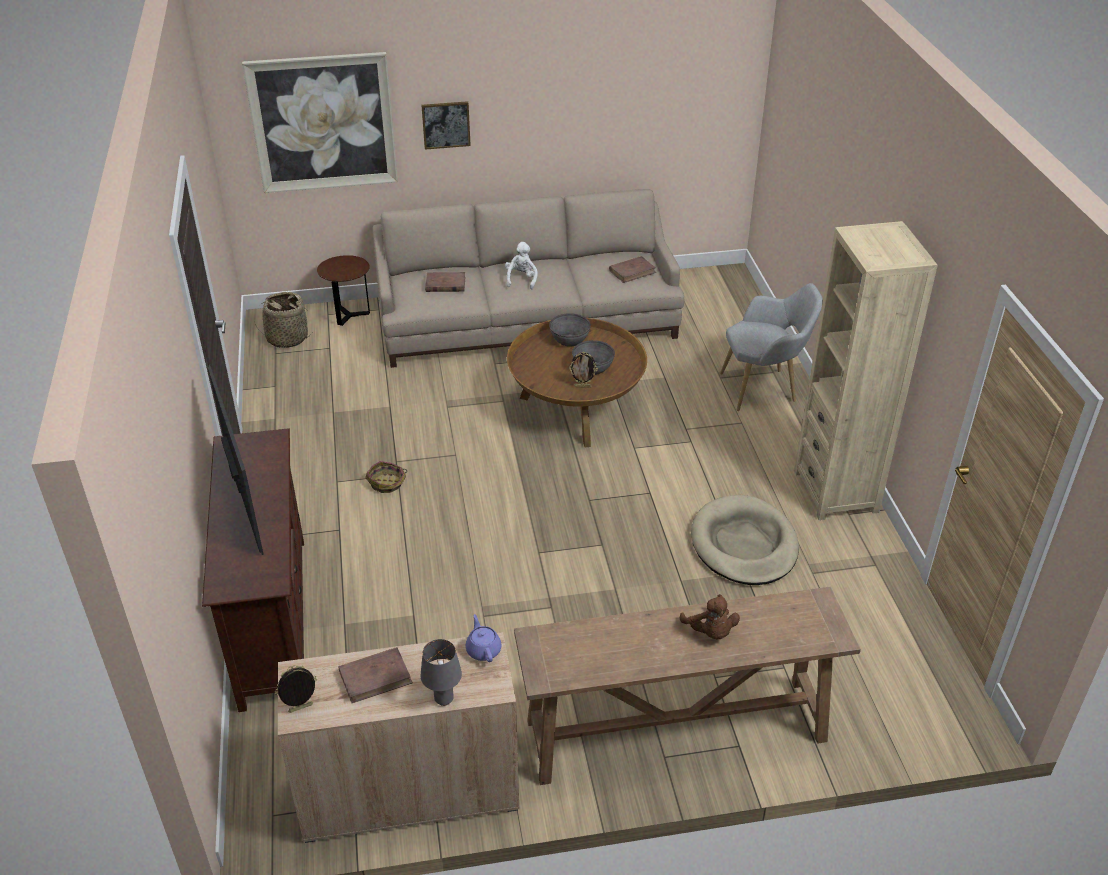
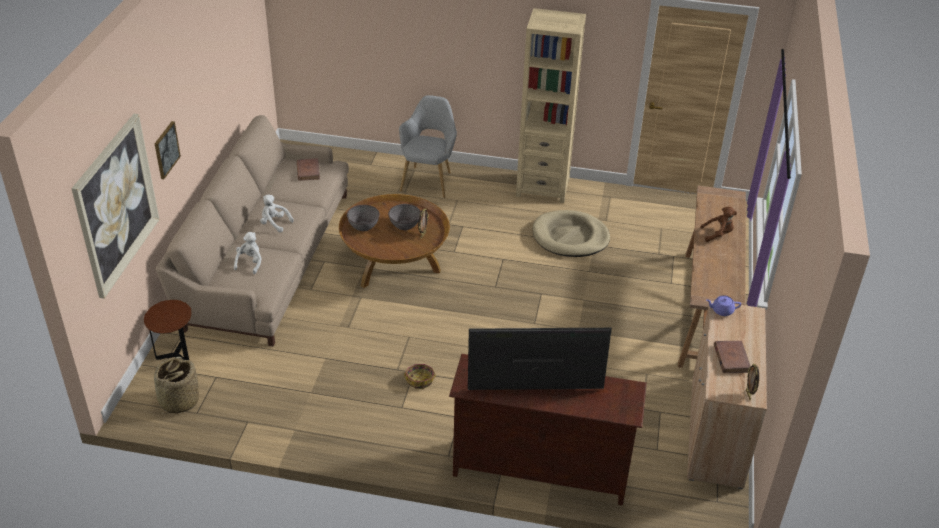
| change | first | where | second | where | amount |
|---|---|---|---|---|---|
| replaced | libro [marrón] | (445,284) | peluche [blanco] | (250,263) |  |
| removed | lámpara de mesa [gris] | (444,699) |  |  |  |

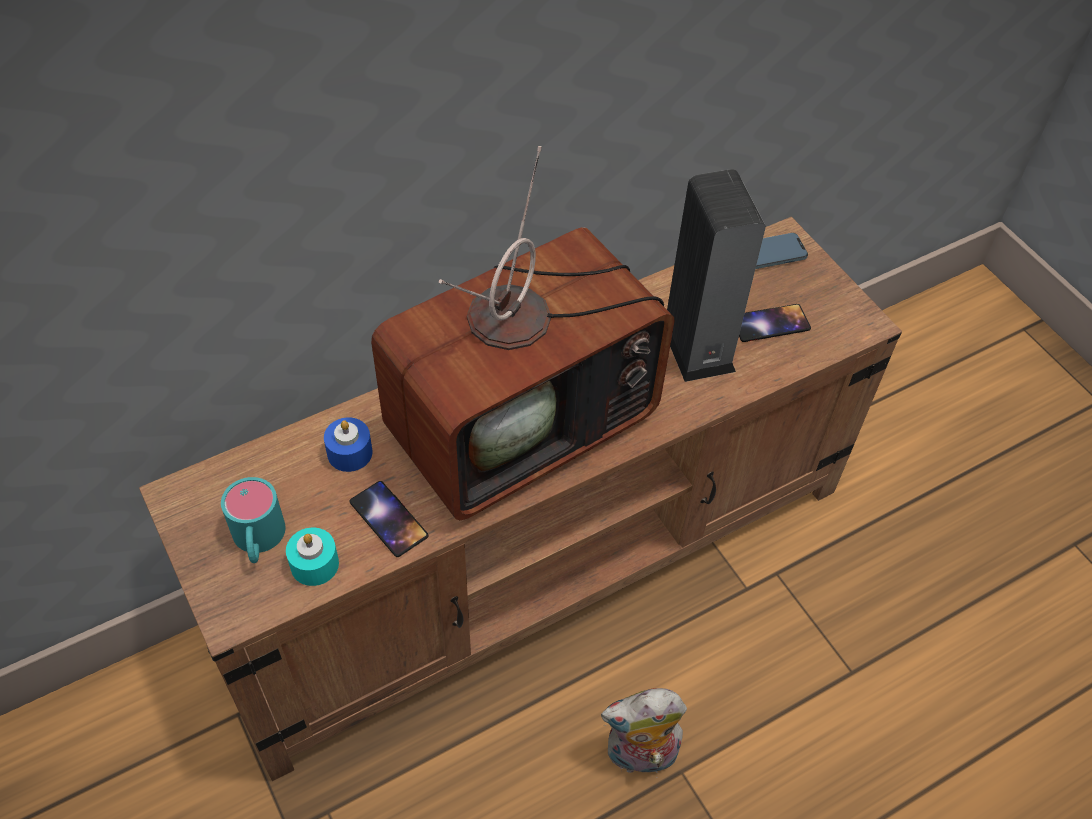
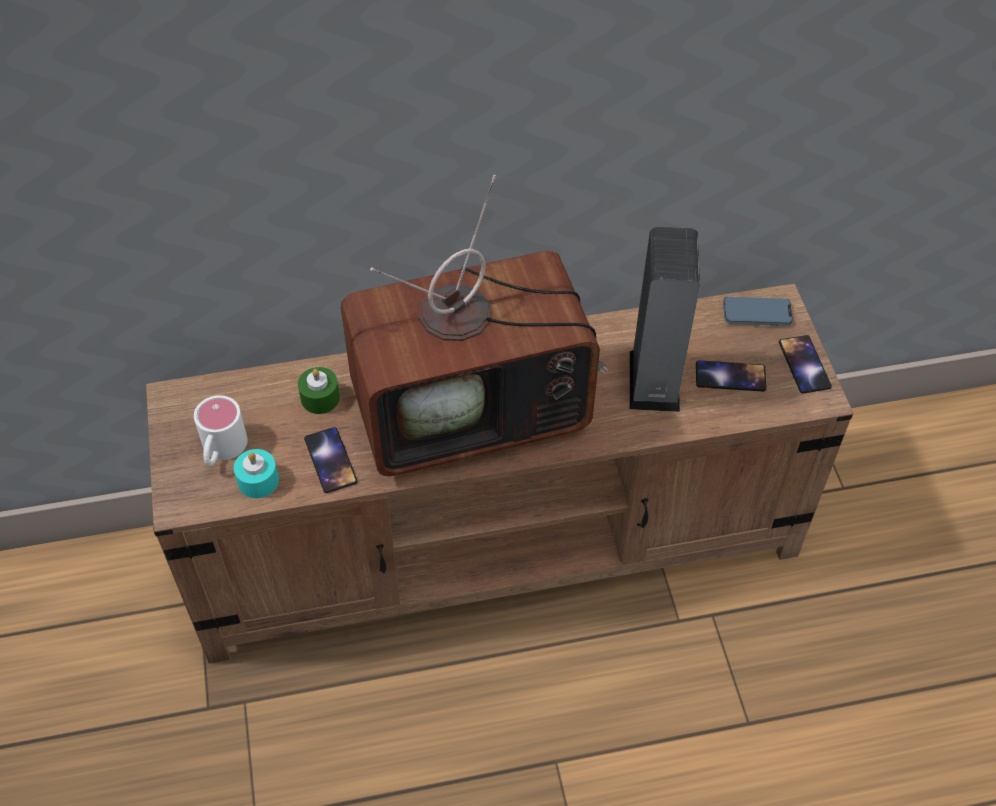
| change | first | where | second | where | amount |
|---|---|---|---|---|---|
| recoloured | vela [azul] | (350,453) | vela [verde] | (320,398) |  |
| recoloured | taza grande [turquesa] | (258,541) | taza grande [blanco] | (221,450) |  |
| removed | peluche | (640,756) |  |  |  |
| added |  |  | móvil | (804,364) |  |

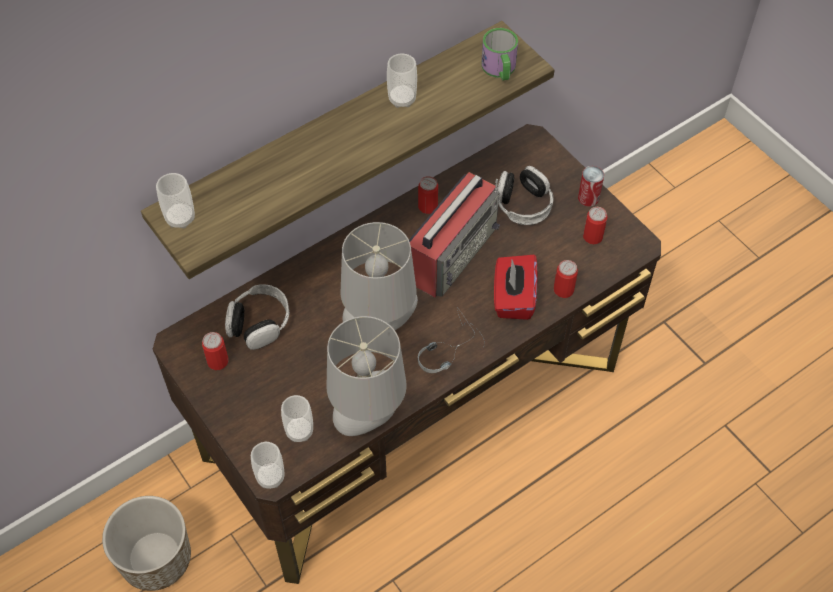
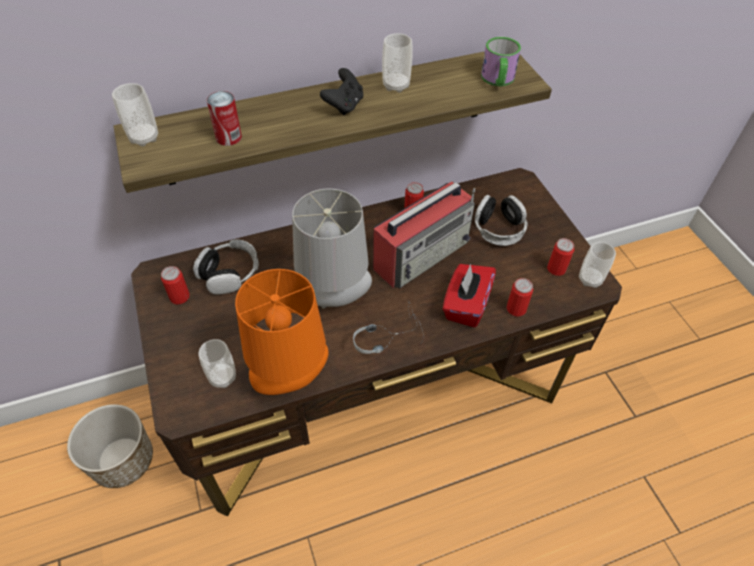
| change | first | where | second | where | amount |
|---|---|---|---|---|---|
| moved | lata | (588,198) |  | (228,137) |  |
| recoloured | lámpara de mesa [gris] | (368,418) | lámpara de mesa [naranja] | (291,382) |  |
| moved | taza | (270,477) |  | (590,279) |  |
| added |  |  | mando de consola [negro] | (344,105) |  |

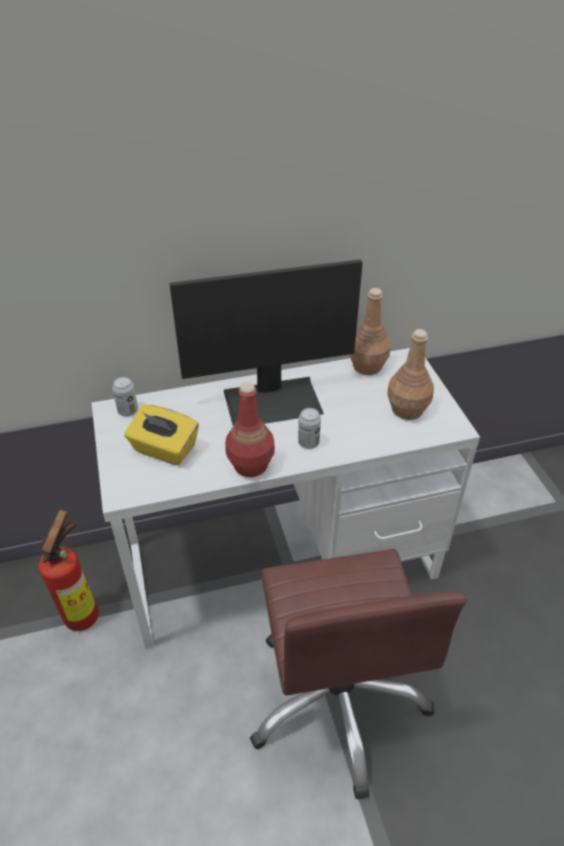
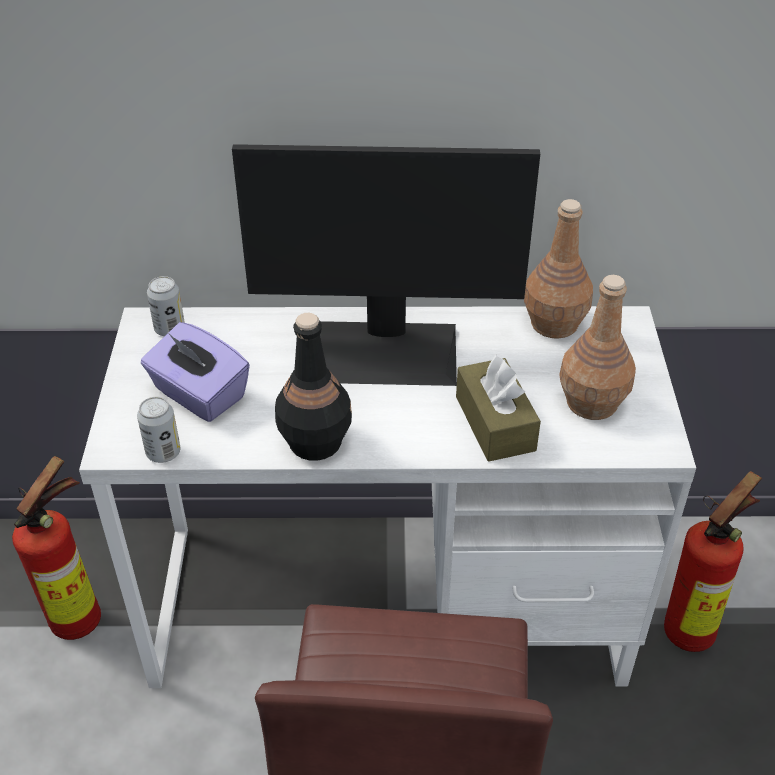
| change | first | where | second | where | amount |
|---|---|---|---|---|---|
| recoloured | botella [rojo] | (250,464) | botella [negro] | (315,441) |  |
| recoloured | caja de pañuelos [amarillo] | (164,449) | caja de pañuelos [morado] | (199,395) |  |
| moved | lata | (308,443) |  | (163,452) |  |
| added |  |  | caja de pañuelos [marrón] | (495,423) |  |
| added |  |  | extintor | (694,628) |  |

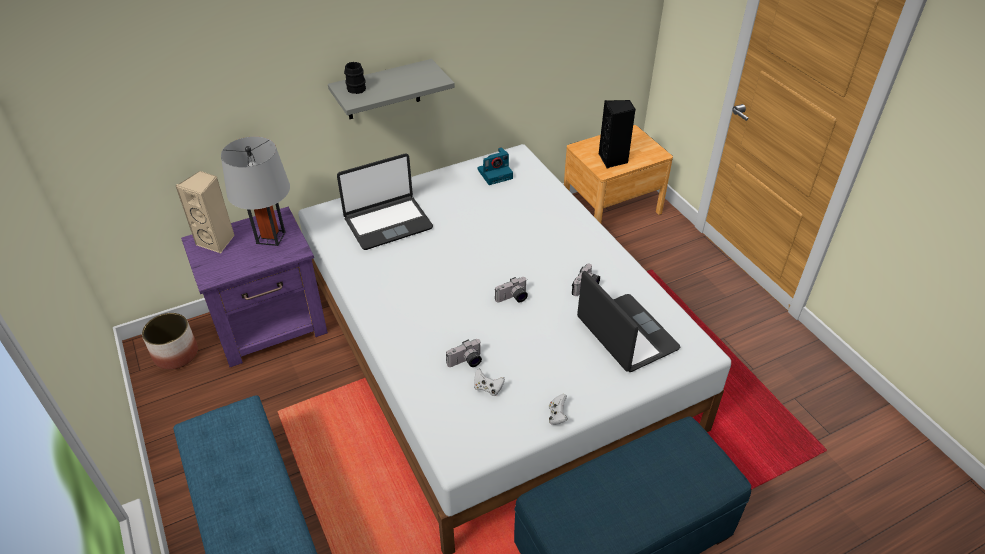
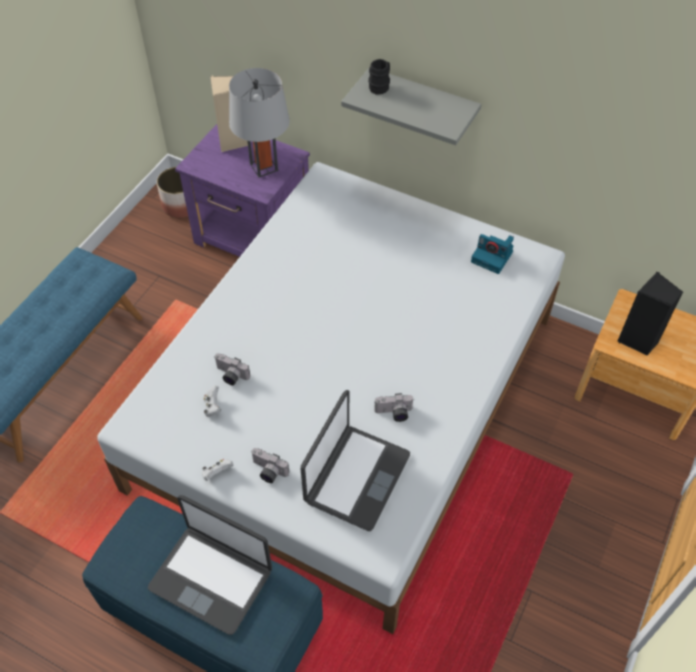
| change | first | where | second | where | amount |
|---|---|---|---|---|---|
| moved | portátil | (388,223) |  | (212,578) |  |
| moved | cámara | (513,298) |  | (268,472) |  |

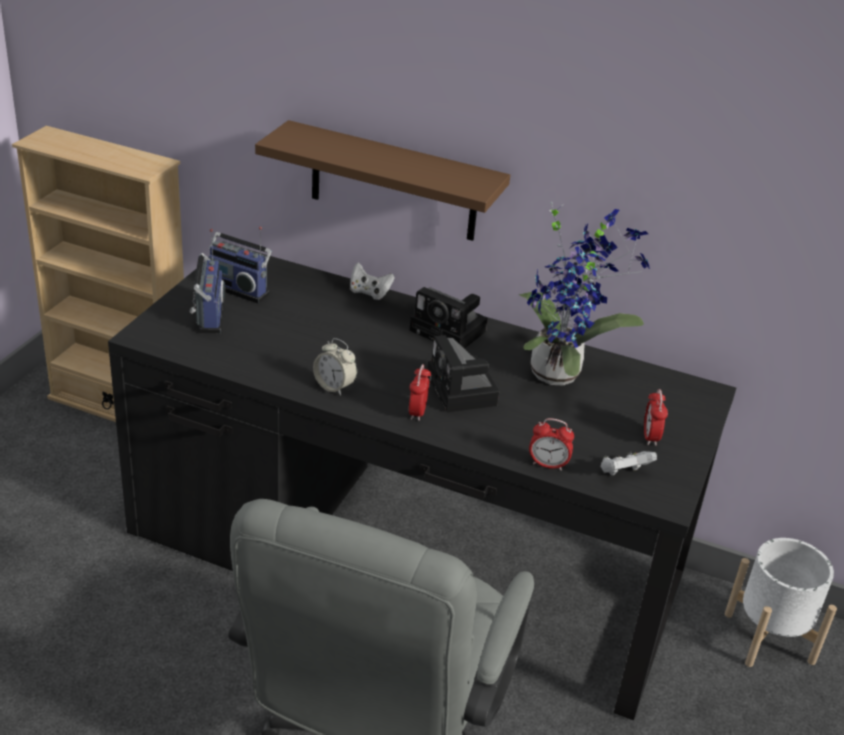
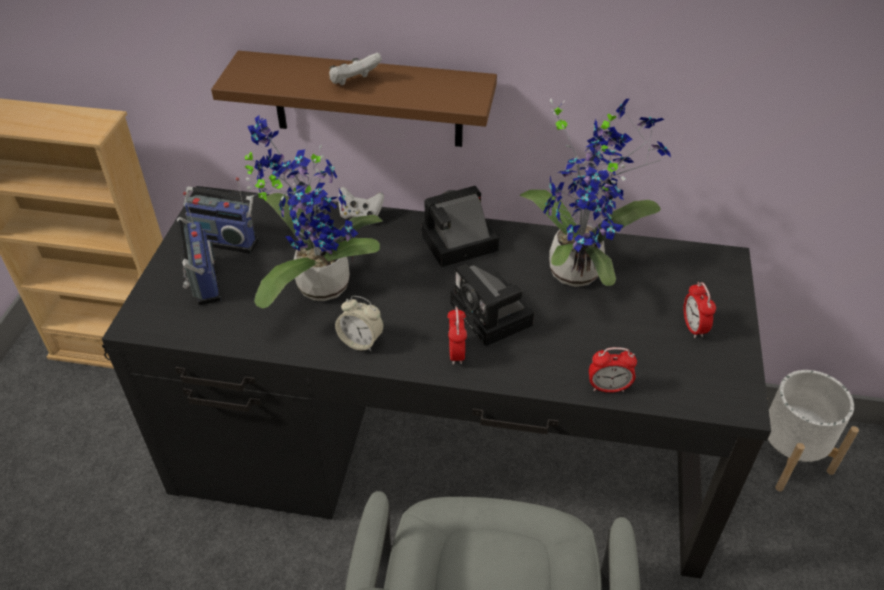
| change | first | where | second | where | amount |
|---|---|---|---|---|---|
| turned | cámara | (451,332) |  | (456,244) | 135 degrees clockwise |
| moved | mando de consola [blanco] | (623,473) |  | (354,82) |  |
| added |  |  | planta en maceta | (317,283) |  |

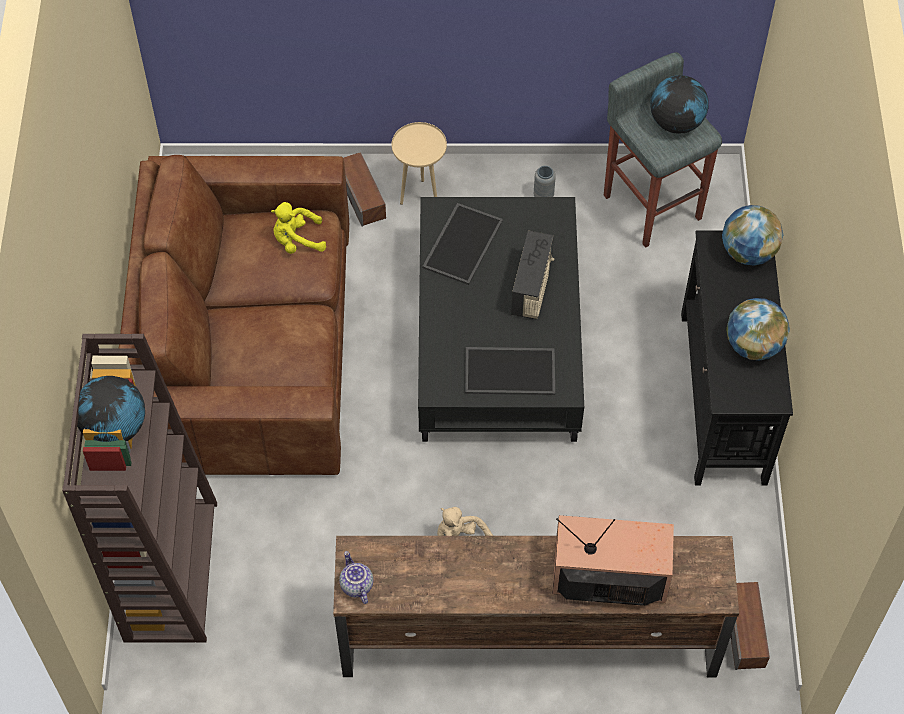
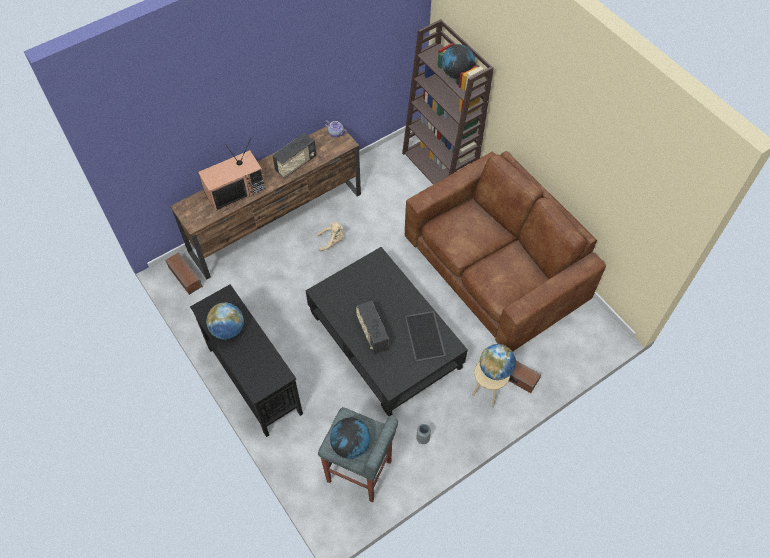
| change | first | where | second | where | amount |
|---|---|---|---|---|---|
| removed | peluche [amarillo] | (297,240) |  |  |  |
| moved | globo terráqueo | (747,252) |  | (495,369) |  |
| removed | bandeja | (511,370) |  |  |  |
| added |  |  | radio | (296,164) |  |

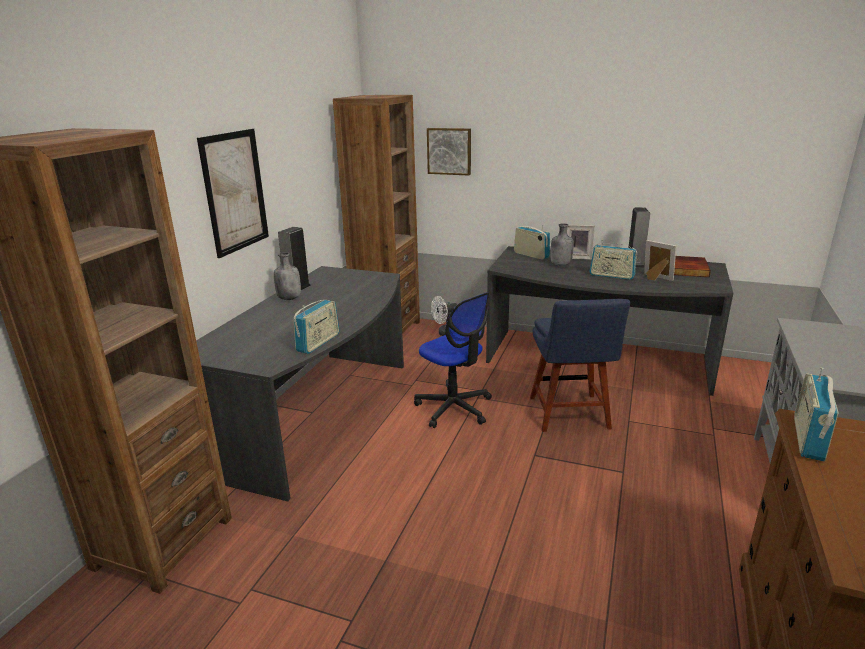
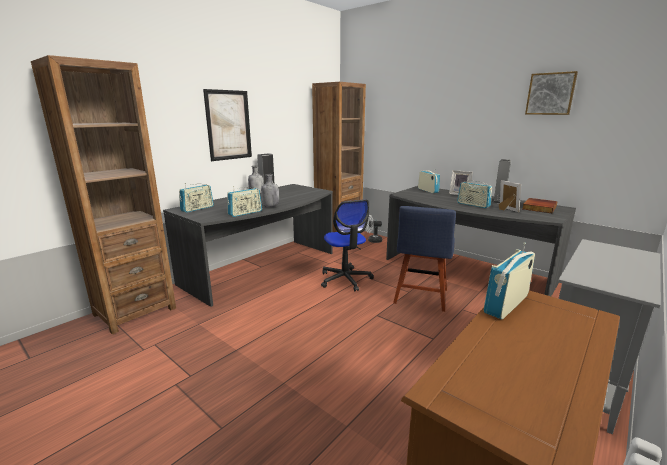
| change | first | where | second | where | amount |
|---|---|---|---|---|---|
| moved | cuadro | (449,151) |  | (550,94) |  |
| moved | botella [gris] | (560,265) |  | (270,206) |  |
| added |  |  | radio | (197,209) |  |

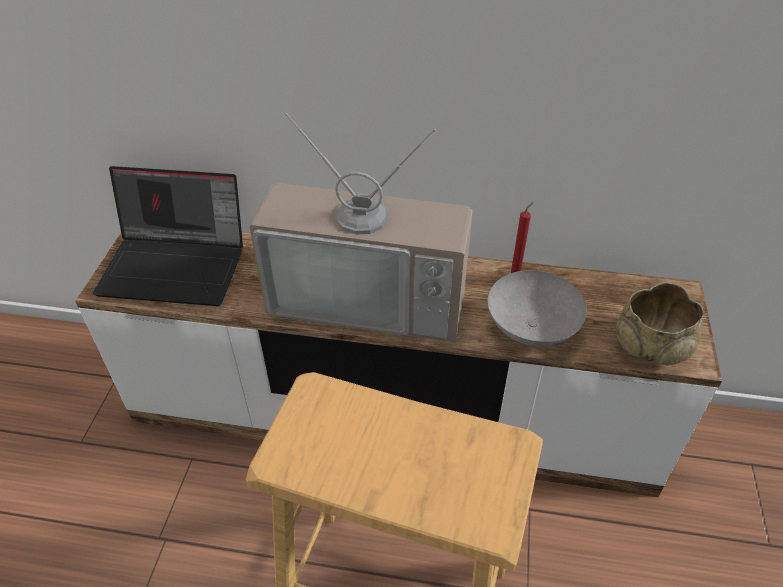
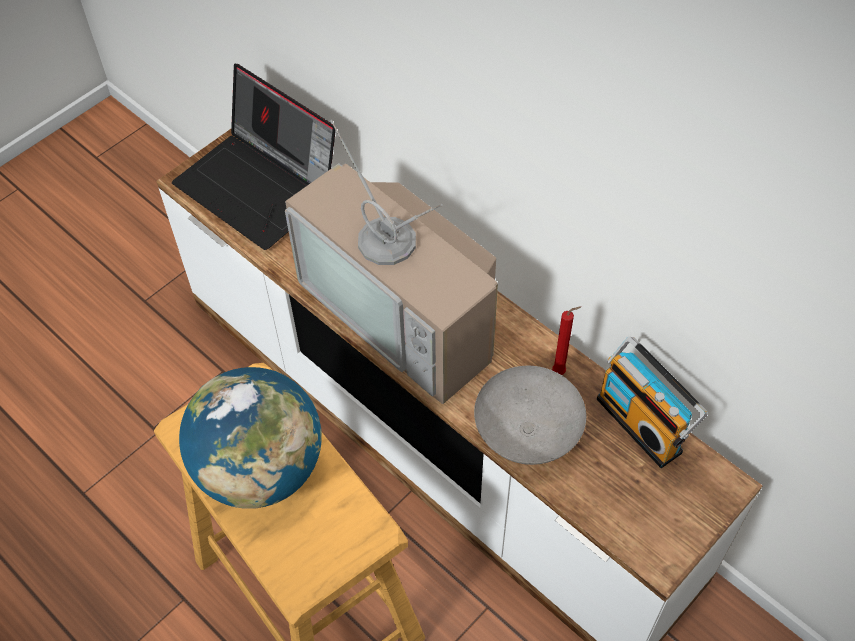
| change | first | where | second | where | amount |
|---|---|---|---|---|---|
| removed | cuenco [beis] | (651,344) |  |  |  |
| added |  |  | radio | (642,423) |  |
| added |  |  | globo terráqueo | (261,469) |  |

